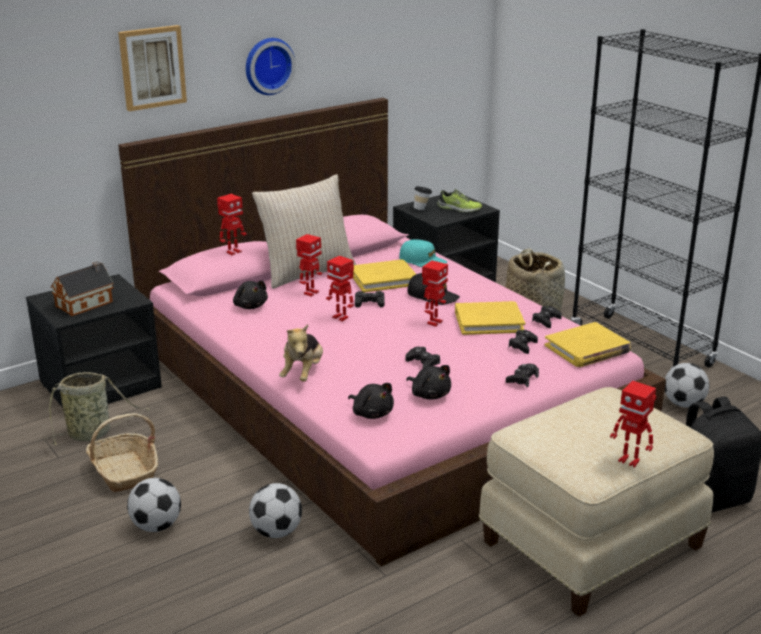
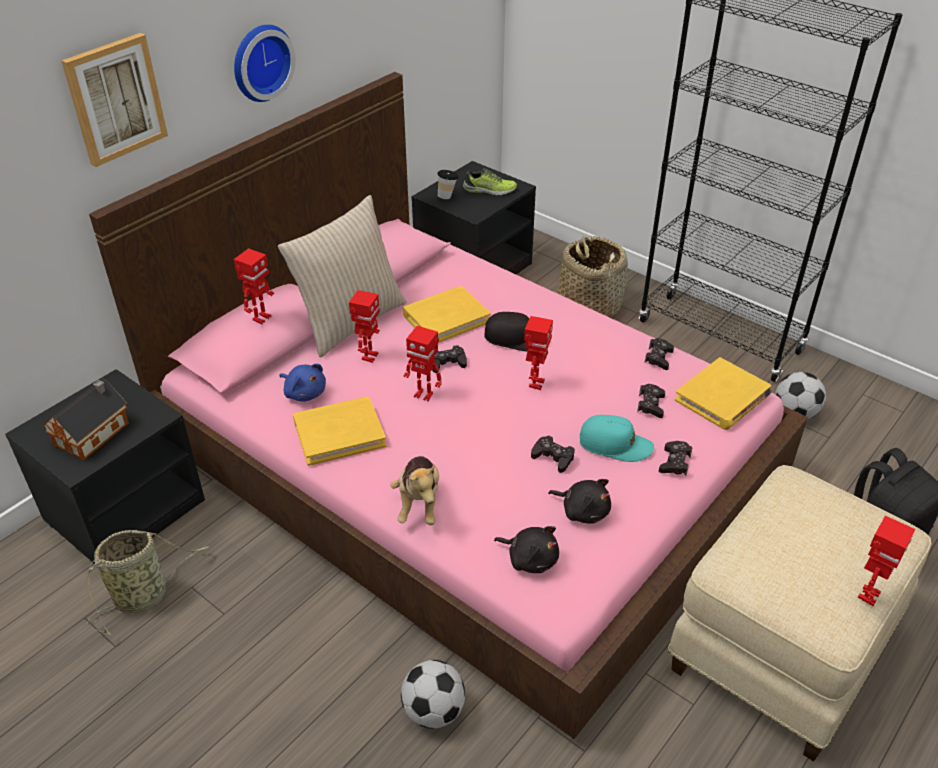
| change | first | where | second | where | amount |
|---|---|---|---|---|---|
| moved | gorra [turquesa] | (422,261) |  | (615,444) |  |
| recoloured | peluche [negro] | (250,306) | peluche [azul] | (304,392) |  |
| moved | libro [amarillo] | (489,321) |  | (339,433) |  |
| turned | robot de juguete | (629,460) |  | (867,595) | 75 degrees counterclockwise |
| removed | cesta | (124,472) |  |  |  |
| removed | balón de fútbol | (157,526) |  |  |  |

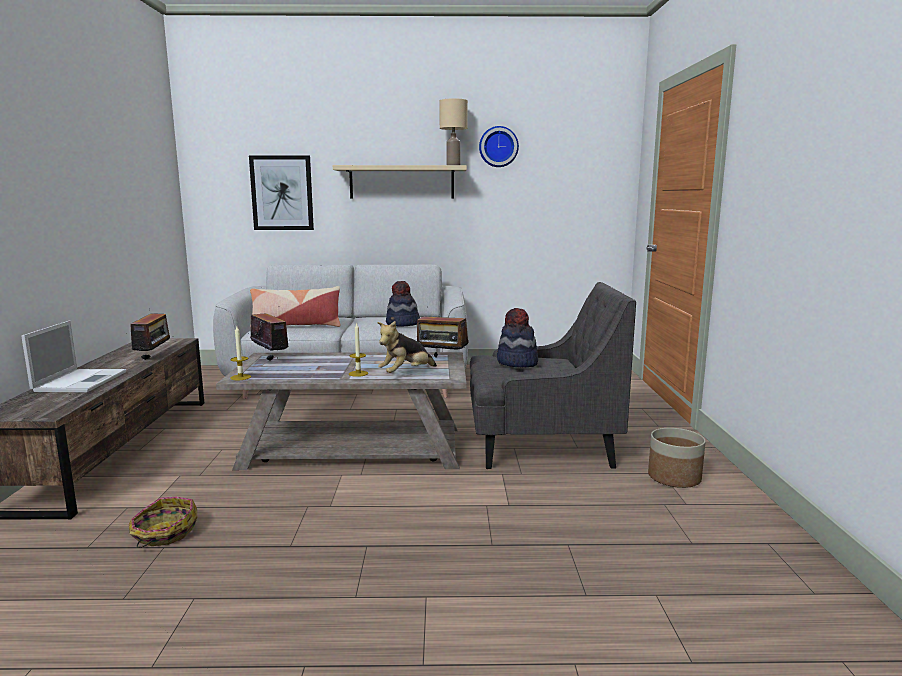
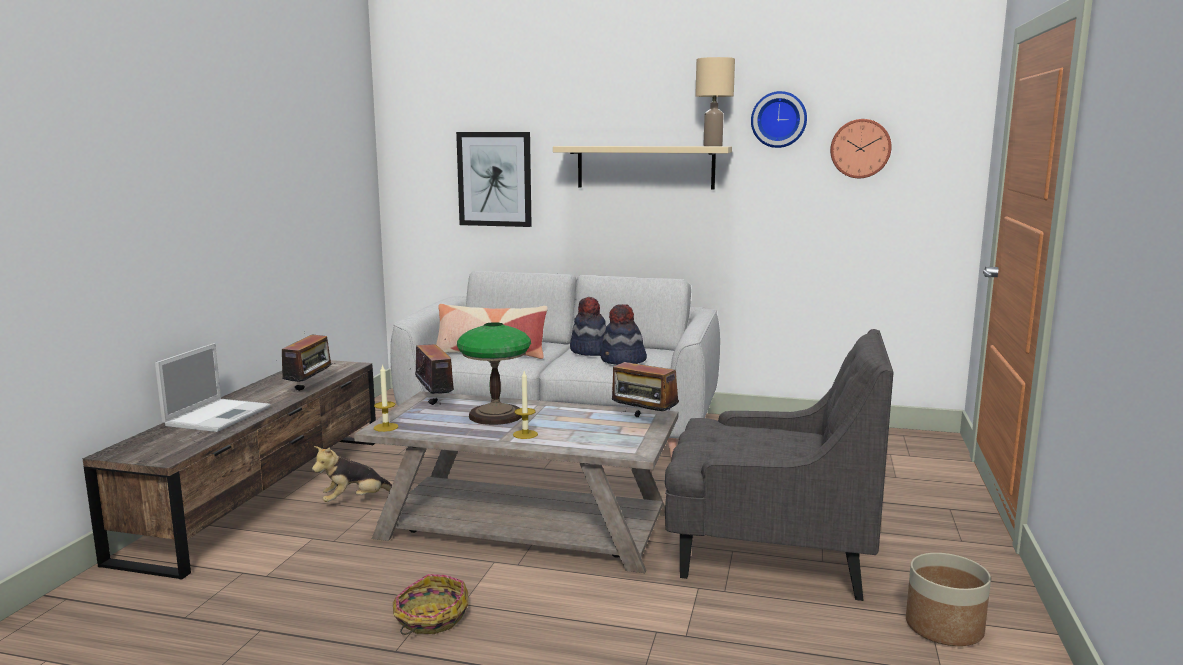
| change | first | where | second | where | amount |
|---|---|---|---|---|---|
| moved | sombrero | (517,363) |  | (589,351) |  |
| moved | peluche | (406,373) |  | (355,501) |  |
| moved | cesta | (164,533) |  | (430,618) |  |
| added |  |  | reloj de pared | (860,148) |  |
| added |  |  | lámpara de mesa | (496,416) |  |

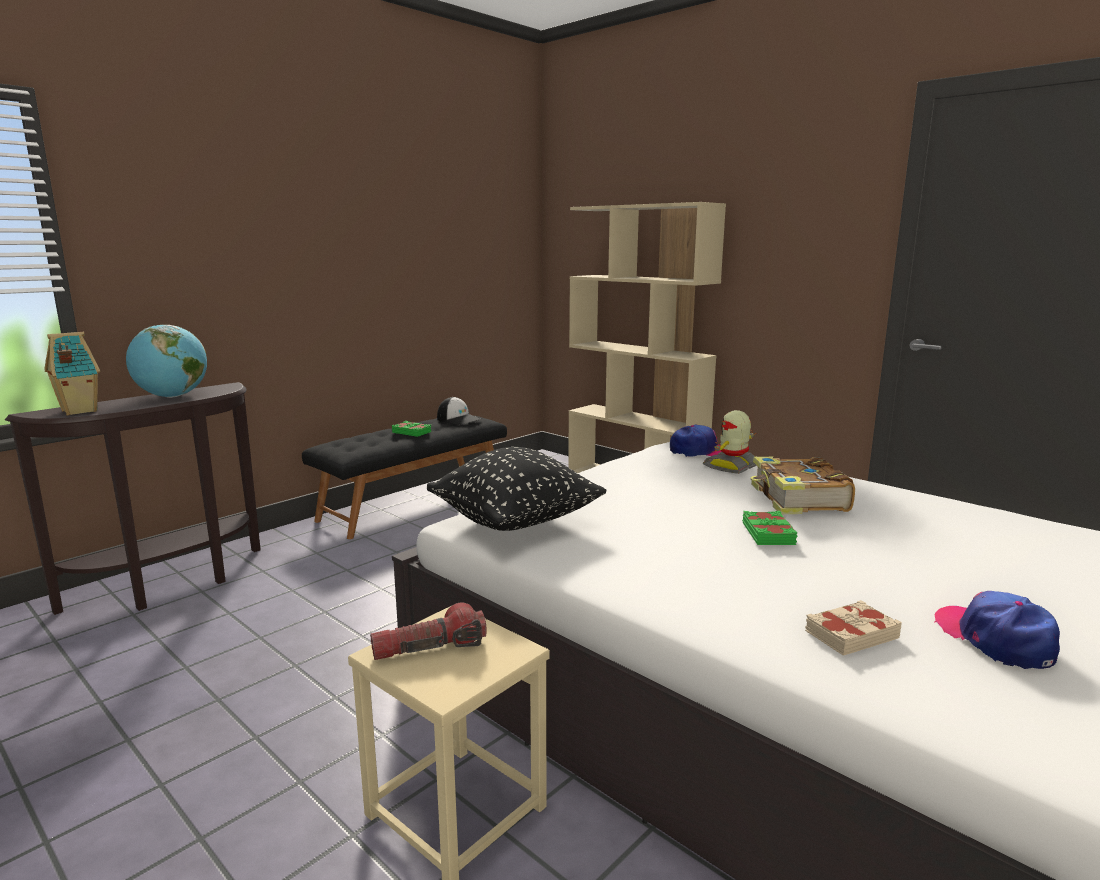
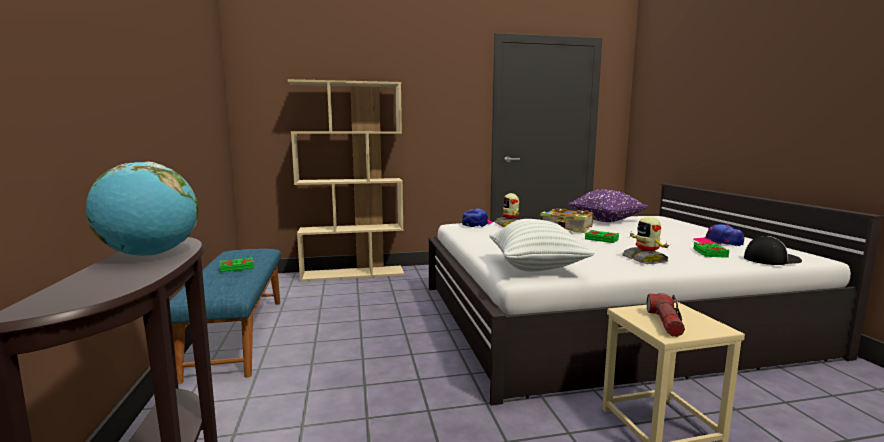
| change | first | where | second | where | amount |
|---|---|---|---|---|---|
| removed | casita | (78,411) |  |  |  |
| moved | gorra | (459,420) |  | (771,259) |  |
| recoloured | banco [negro] | (413,503) | banco [azul] | (236,335) |  |
| recoloured | cojín [negro] | (515,523) | cojín [blanco] | (536,267) |  |
| recoloured | libro [beis] | (850,634) | libro [verde] | (709,253) |  |
| added |  |  | cojín [morado] | (606,220) |  |
| added |  |  | robot de juguete | (645,259) |  |

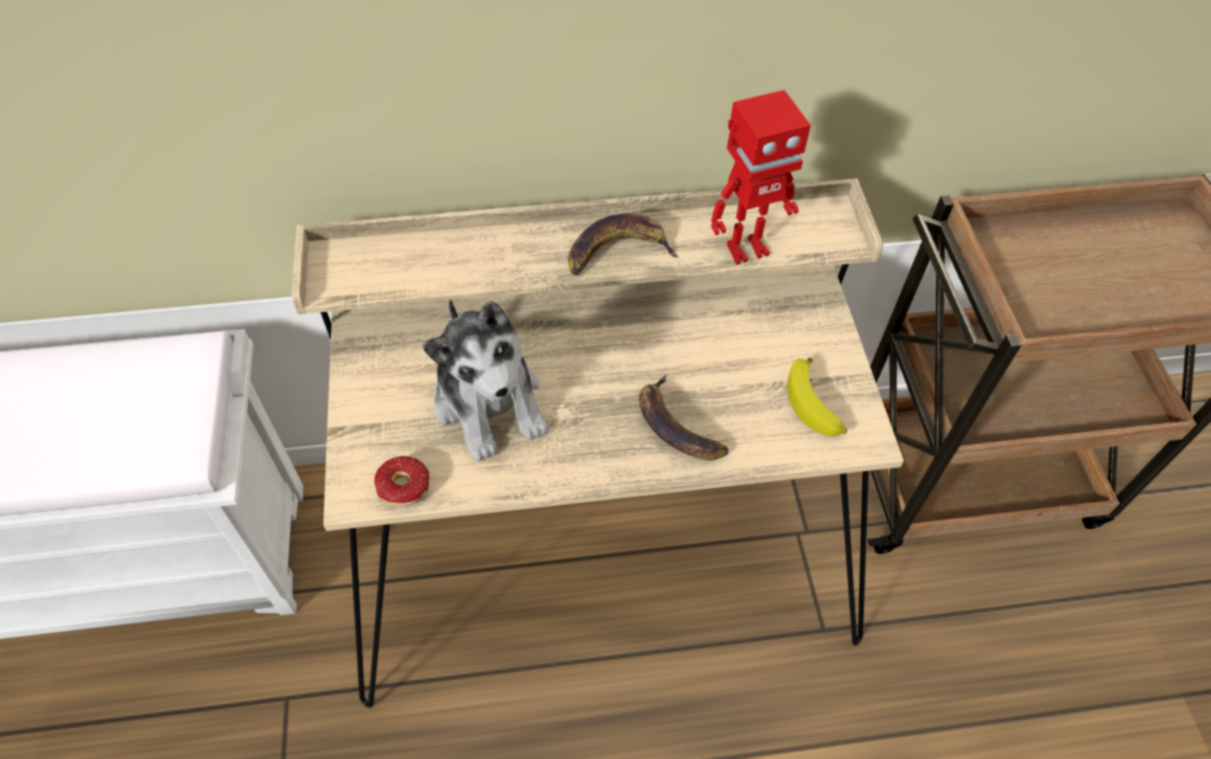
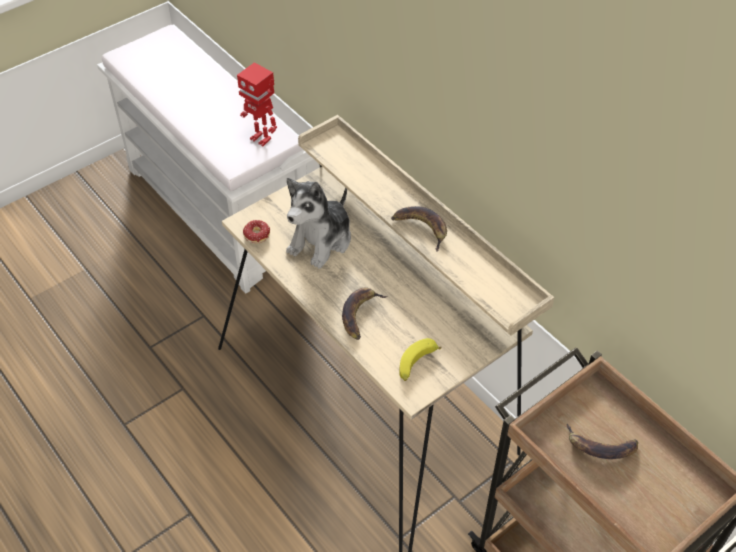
| change | first | where | second | where | amount |
|---|---|---|---|---|---|
| moved | robot de juguete | (745,248) |  | (261,138) |  |
| added |  |  | plátano | (600,447) |  |

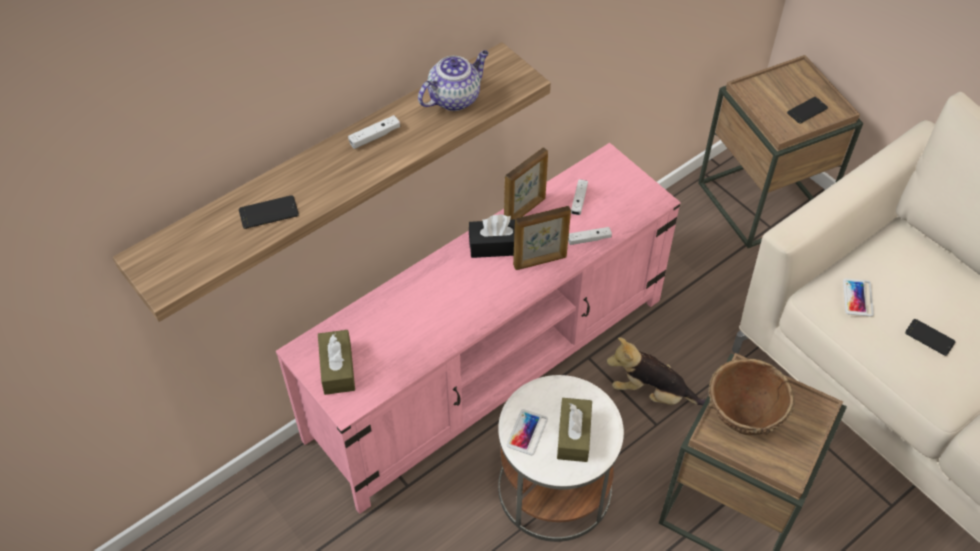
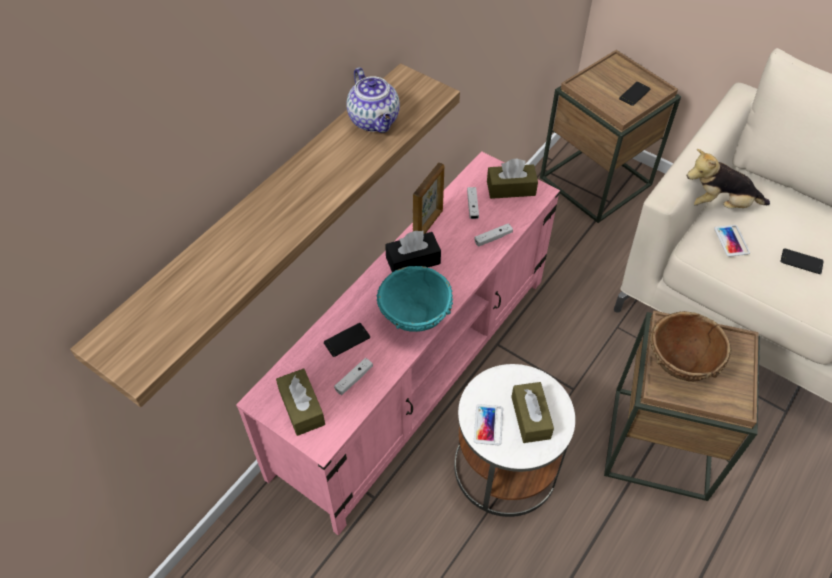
| change | first | where | second | where | amount |
|---|---|---|---|---|---|
| turned | tetera | (455,97) |  | (375,121) | 120 degrees clockwise |
| moved | mando de consola [blanco] | (375,136) |  | (354,379) |  |
| moved | móvil | (268,212) |  | (347,340) |  |
| removed | portarretratos | (540,261) |  |  |  |
| moved | peluche | (651,392) |  | (717,204) |  |
| added |  |  | caja de pañuelos [marrón] | (511,188) |  |
| added |  |  | cuenco [turquesa] | (415,318) |  |

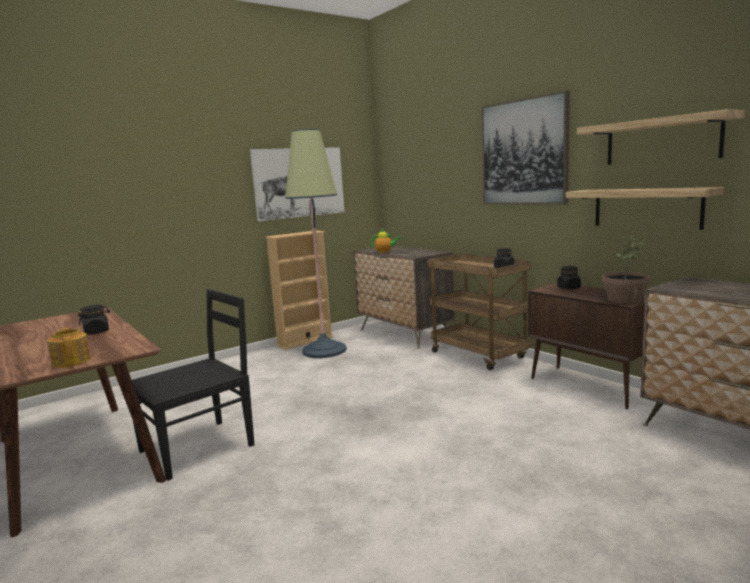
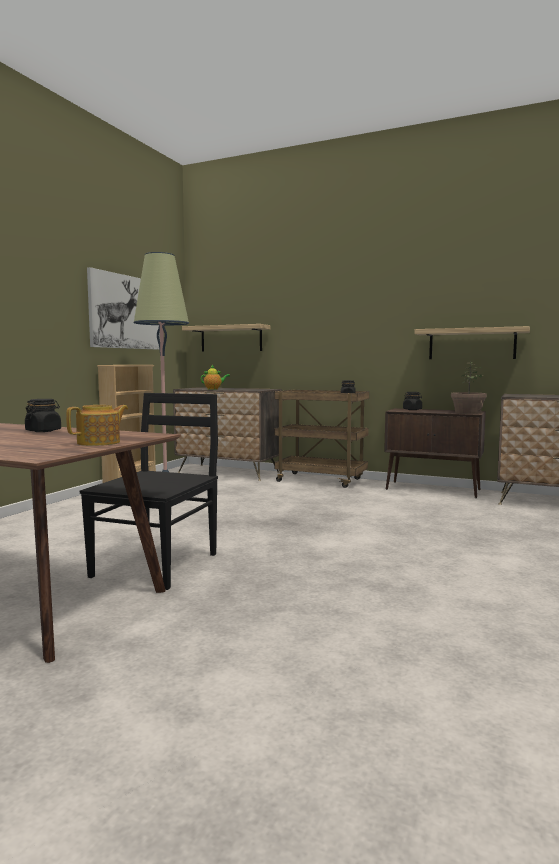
| change | first | where | second | where | amount |
|---|---|---|---|---|---|
| removed | cuadro | (524,152) |  |  |  |
| moved | estante | (661,141) |  | (231,338) |  |
| turned | tetera | (72,361) |  | (100,442) | 105 degrees clockwise |

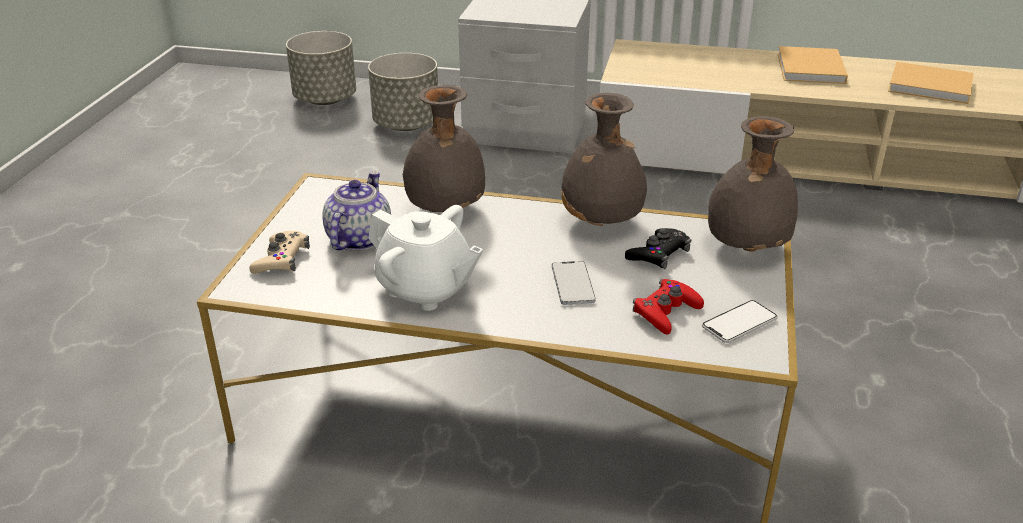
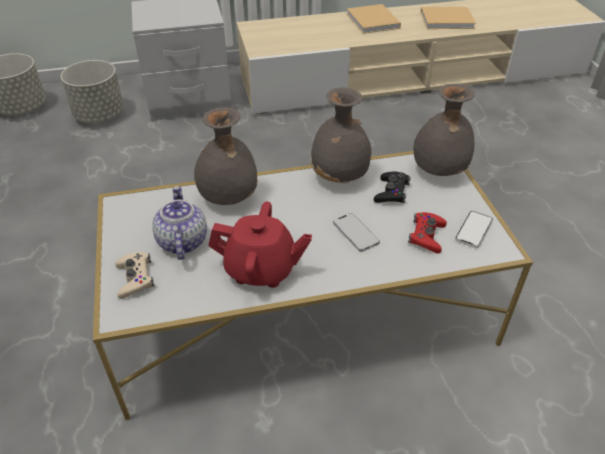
| change | first | where | second | where | amount |
|---|---|---|---|---|---|
| recoloured | tetera [blanco] | (425,289) | tetera [rojo] | (261,269) |  |

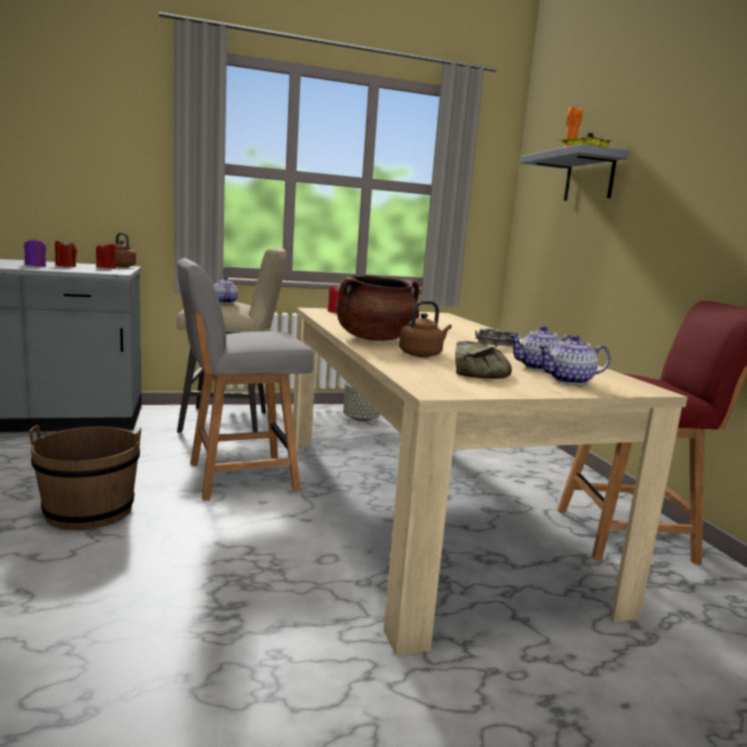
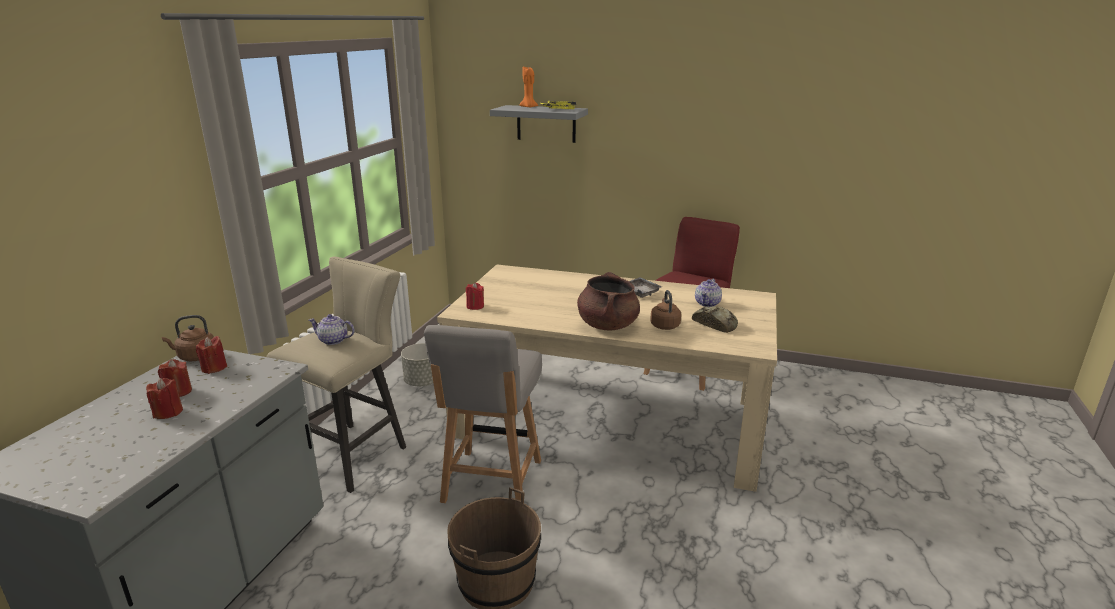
| change | first | where | second | where | amount |
|---|---|---|---|---|---|
| recoloured | vela [morado] | (35,265) | vela [rojo] | (168,412) |  |
| removed | tetera | (569,380) |  |  |  |

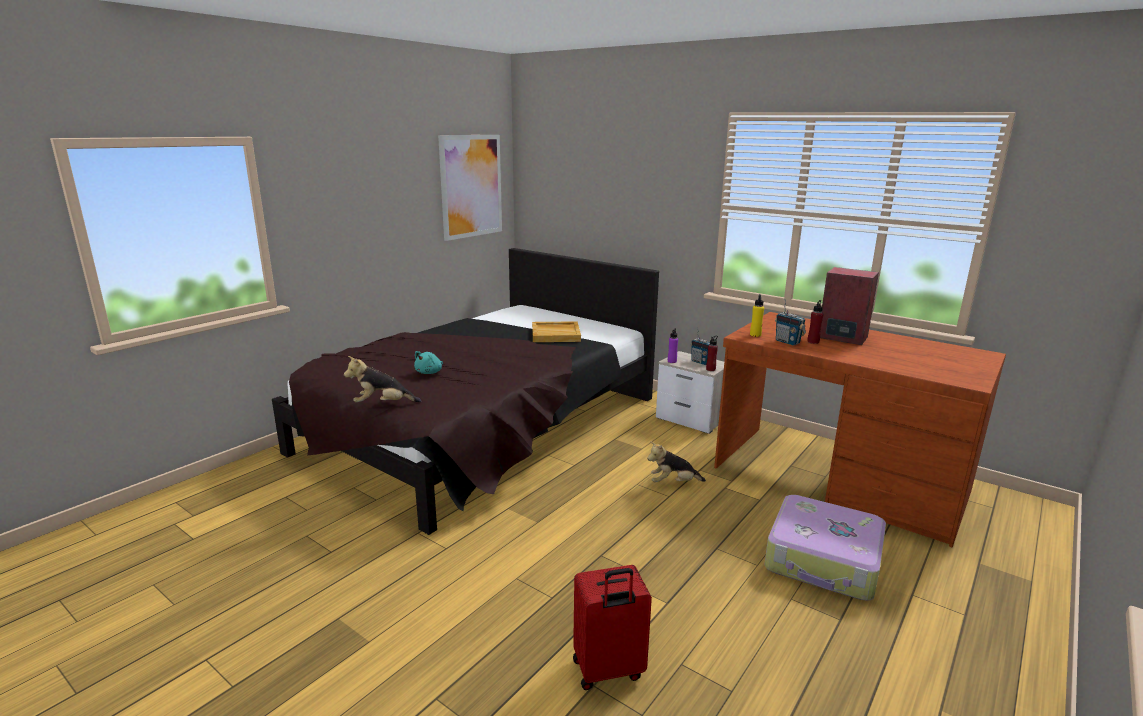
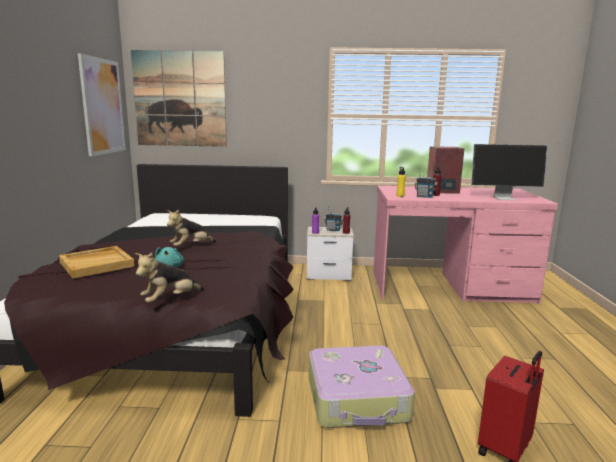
| change | first | where | second | where | amount |
|---|---|---|---|---|---|
| recoloured | escritorio [marrón] | (838,480) | escritorio [rosa] | (450,286) |  |
| moved | bandeja [beis] | (556,334) |  | (97,264) |  |
| moved | peluche | (673,483) |  | (191,246) |  |
| moved | maleta | (823,560) |  | (357,399) |  |
| added |  |  | cuadro | (180,99) |  |
| added |  |  | monitor | (504,198) |  |

